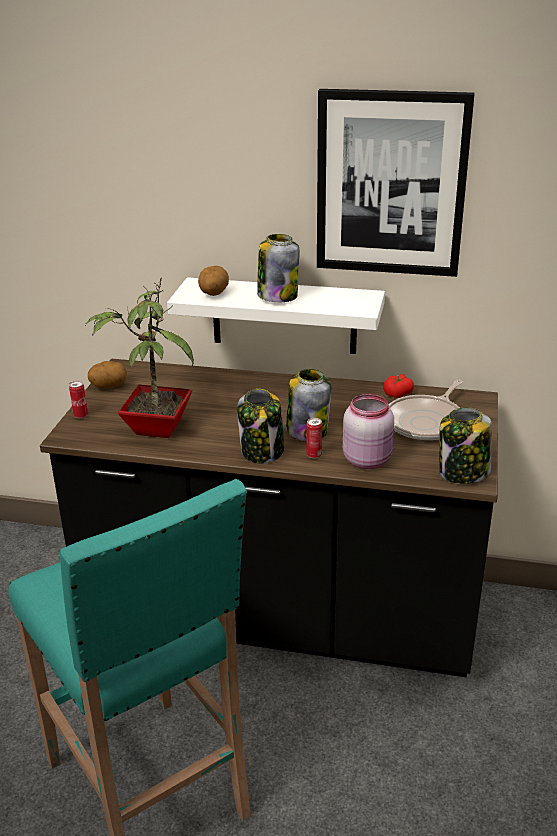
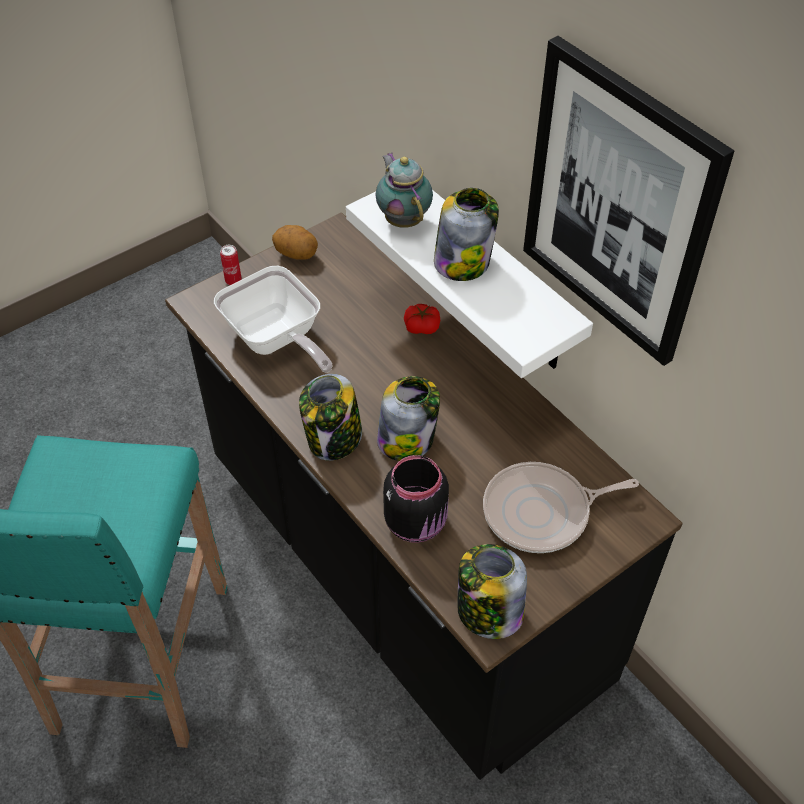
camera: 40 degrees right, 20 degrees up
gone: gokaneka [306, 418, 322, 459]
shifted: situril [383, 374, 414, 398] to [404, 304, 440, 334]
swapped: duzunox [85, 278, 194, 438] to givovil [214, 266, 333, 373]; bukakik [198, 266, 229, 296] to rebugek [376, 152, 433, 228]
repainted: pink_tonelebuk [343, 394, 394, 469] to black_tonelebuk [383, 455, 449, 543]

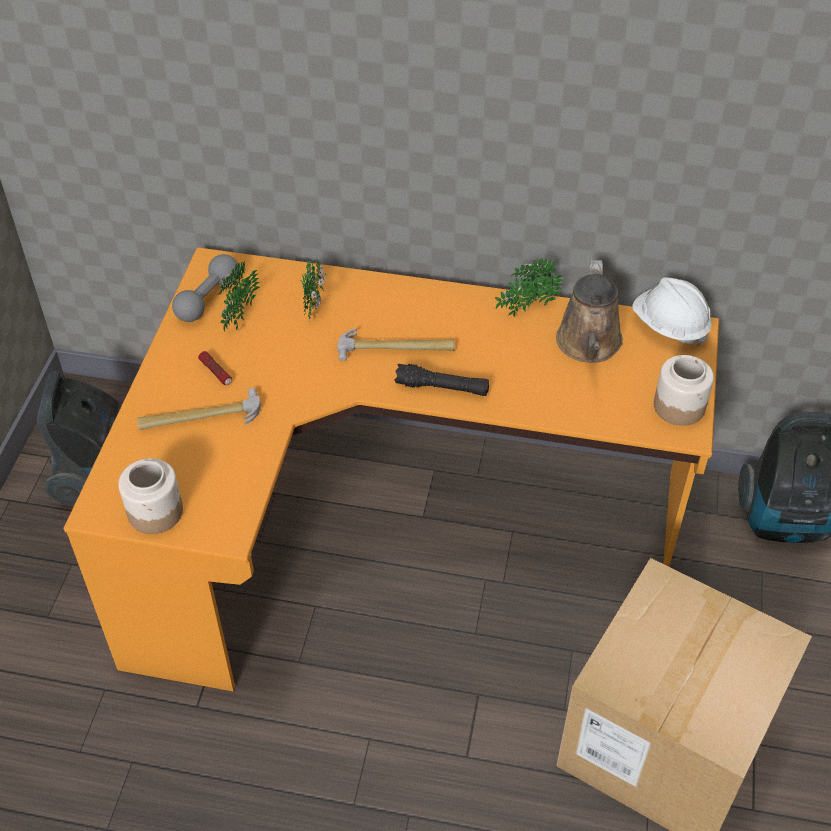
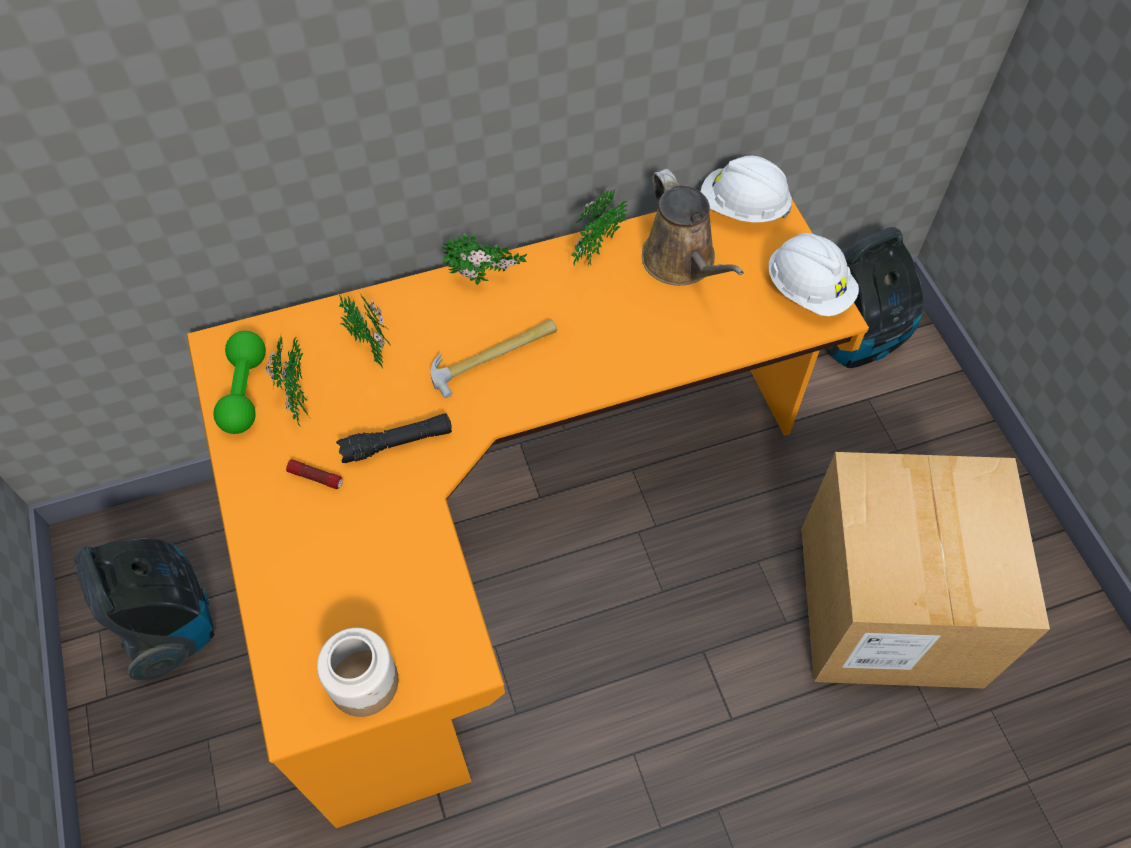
camera: 30 degrees left, 10 degrees up
gone: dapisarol [137, 388, 261, 430]
new: duzunox [443, 233, 527, 285]
shifted: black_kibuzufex [394, 364, 489, 396] to [336, 413, 452, 463]
swapped: tonelebuk [654, 355, 714, 426] to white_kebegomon [768, 233, 859, 316]
repainted: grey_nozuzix [172, 254, 240, 322] to green_nozuzix [213, 331, 266, 434]

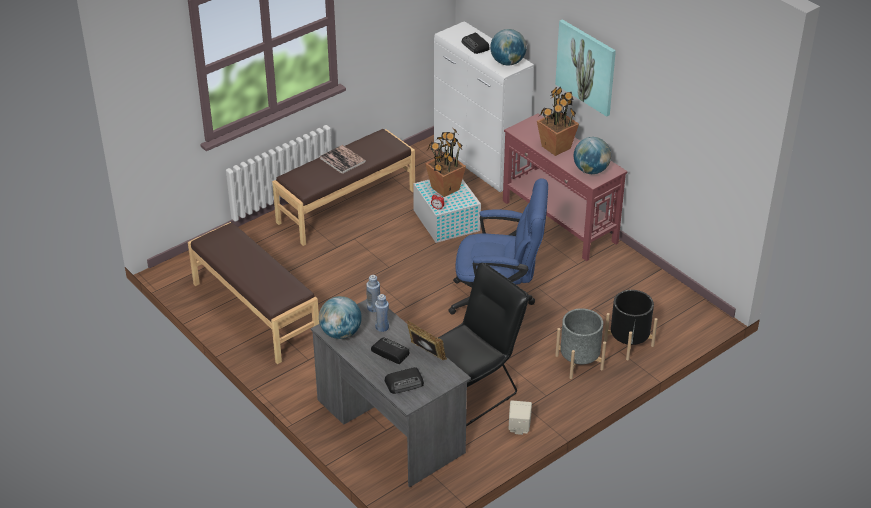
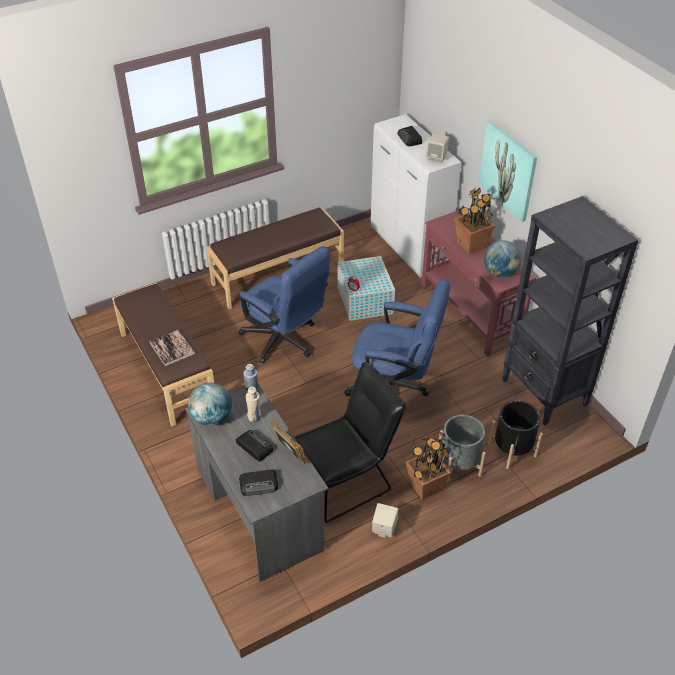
camera: 10 degrees right, 5 degrees up
new: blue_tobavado [239, 246, 331, 363]; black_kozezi [502, 196, 639, 425]
shifted: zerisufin [320, 145, 366, 174] to [149, 330, 195, 366]; duzunox [425, 129, 466, 197] to [406, 431, 451, 500]
swapped: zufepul [490, 29, 527, 66] to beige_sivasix [426, 133, 449, 163]
repainted: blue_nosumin [375, 294, 389, 332] to beige_nosumin [246, 387, 261, 422]

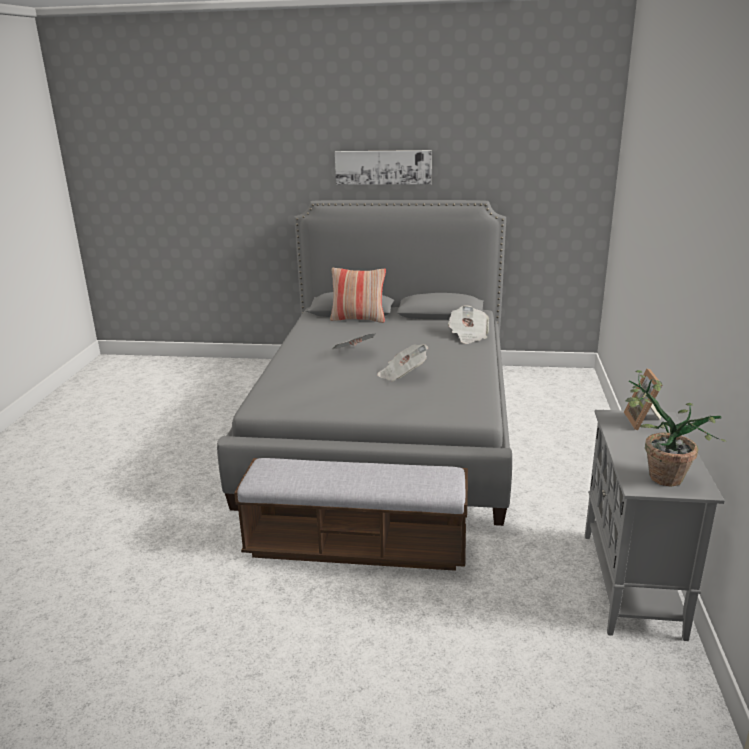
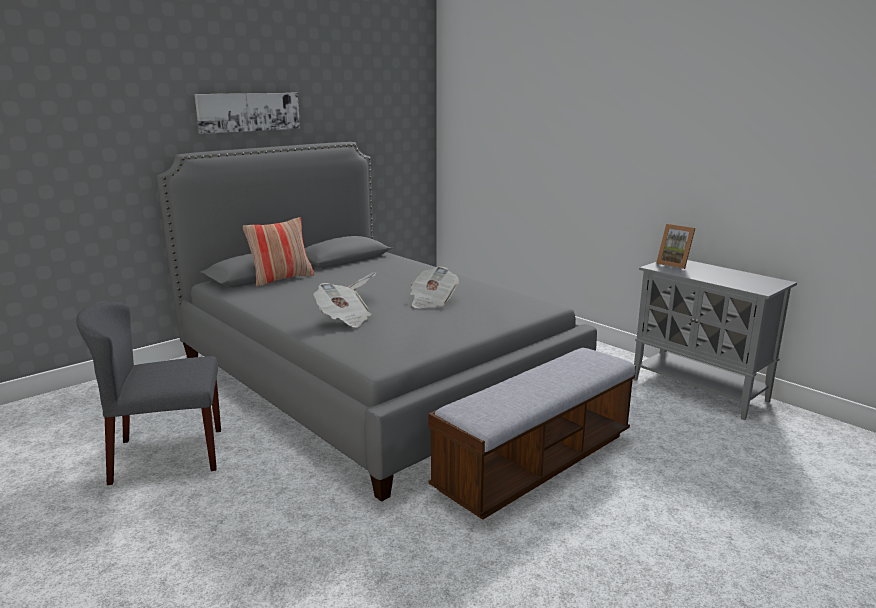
camera: 50 degrees left, 5 degrees down
gone: duzunox [626, 370, 727, 487]
new: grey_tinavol [76, 302, 221, 485]
shifted: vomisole [448, 305, 489, 344] to [314, 283, 371, 327]

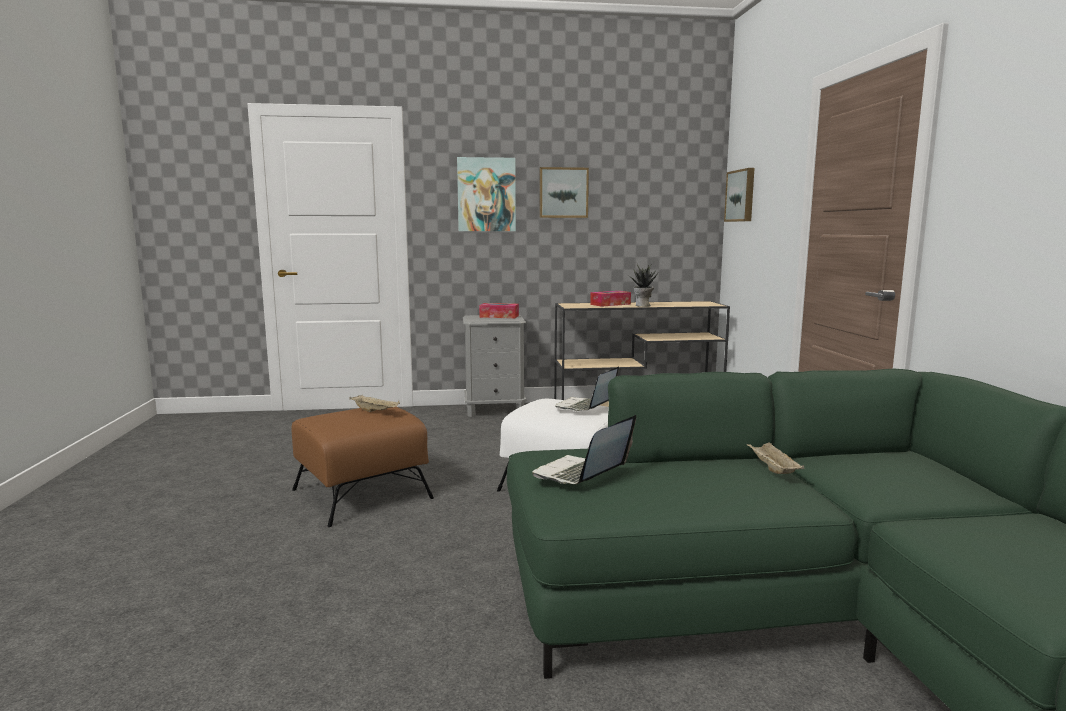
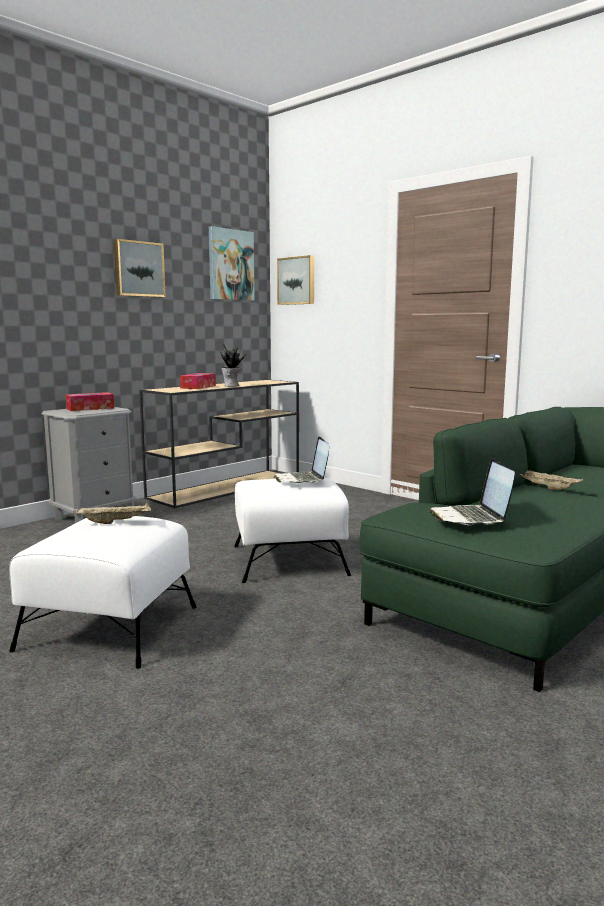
camera: 40 degrees left, 0 degrees up
shifted: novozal [457, 157, 516, 231] to [209, 226, 255, 301]
repainted: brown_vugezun [291, 407, 434, 527] to white_vugezun [9, 516, 197, 669]

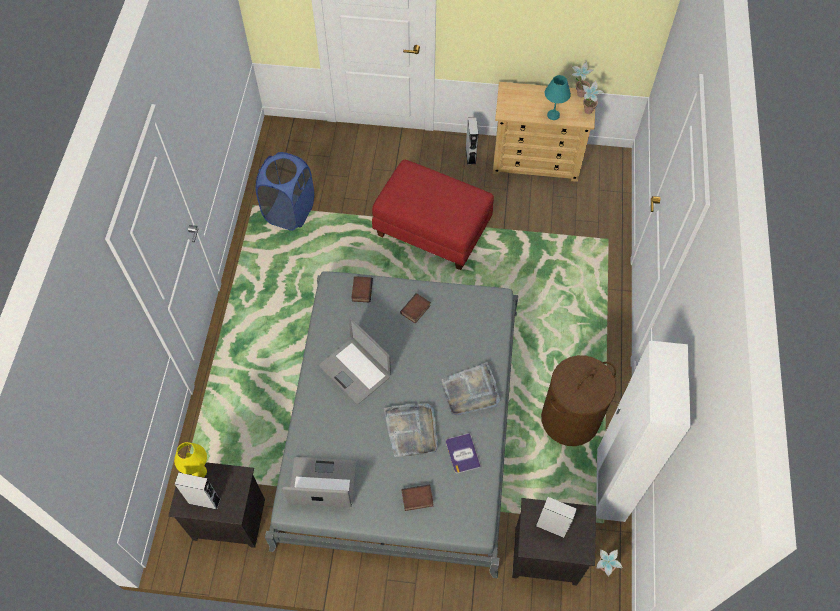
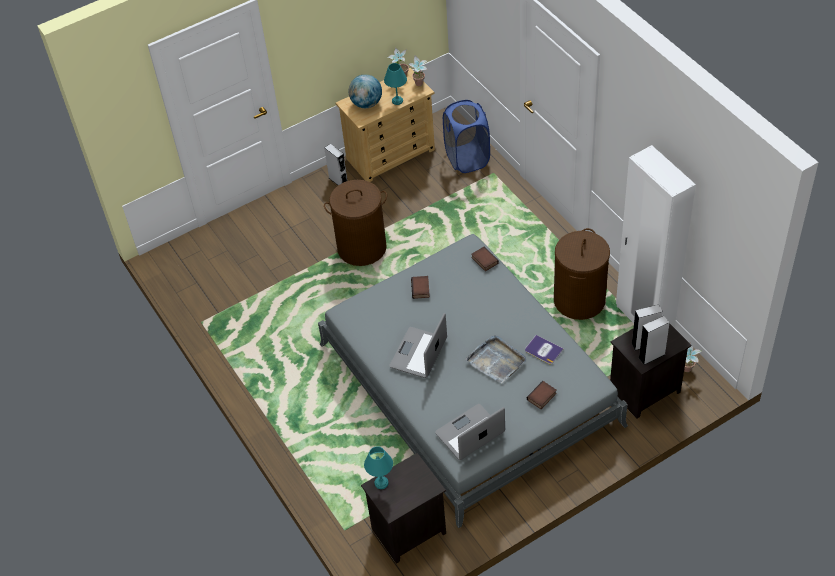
camera: 35 degrees left, 10 degrees down
gone: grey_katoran [441, 362, 500, 415]
new: zufepul [348, 74, 382, 108]
shifted: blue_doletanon [256, 152, 314, 231] to [443, 100, 490, 173]; zerisufin [351, 276, 373, 302] to [471, 247, 499, 271]; grey_sivasix [175, 473, 221, 510] to [639, 316, 670, 365]
swapped: red_vugezun [372, 160, 494, 270] to brown_doletanon [324, 180, 387, 266]
repainted: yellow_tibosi [174, 442, 207, 478] to turquoise_tibosi [364, 446, 393, 489]
rotated: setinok [319, 318, 391, 404] = [389, 313, 447, 378] 105 degrees clockwise

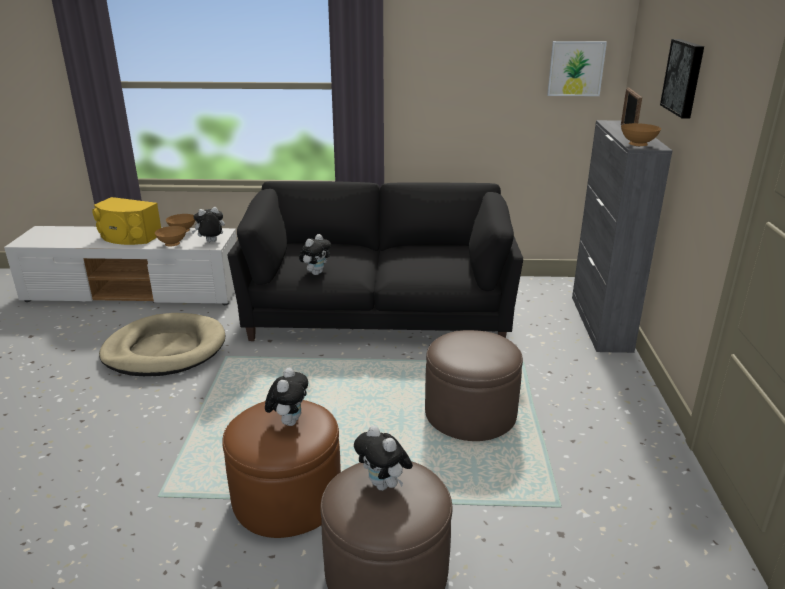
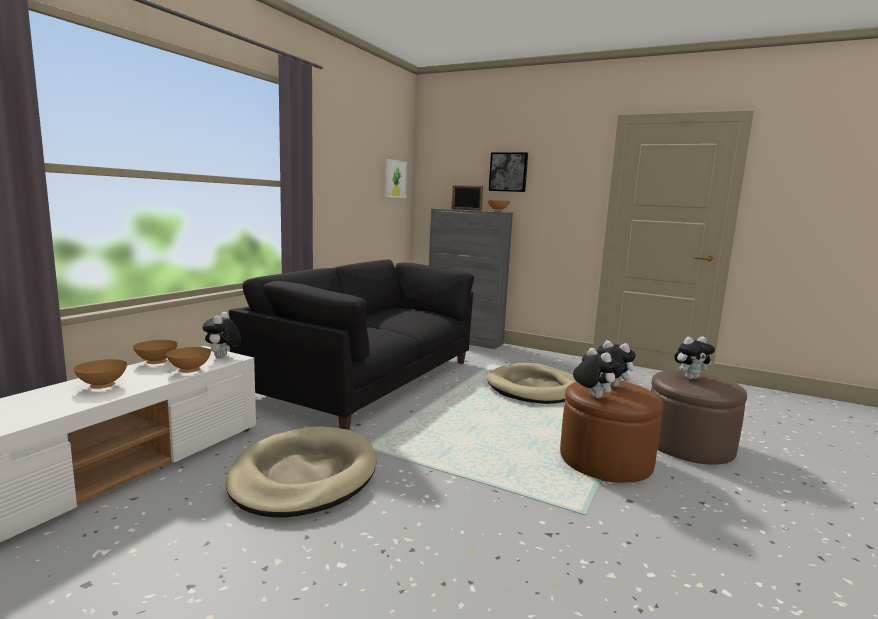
camera: 65 degrees left, 15 degrees down
shifted: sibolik [299, 234, 331, 275] to [573, 348, 620, 398]
swapped: yellow_sivasix [92, 197, 161, 245] to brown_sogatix [73, 359, 127, 389]; brown_vugezun [425, 330, 523, 441] to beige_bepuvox [487, 363, 576, 404]

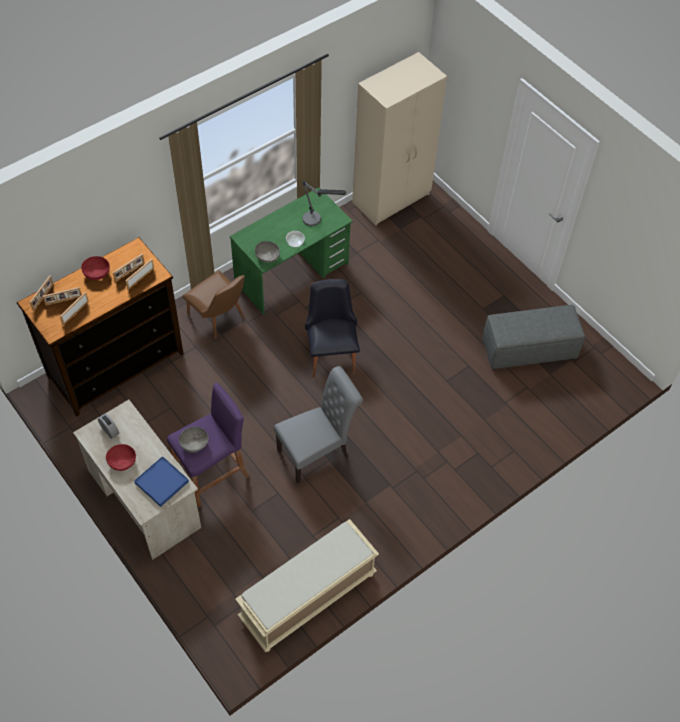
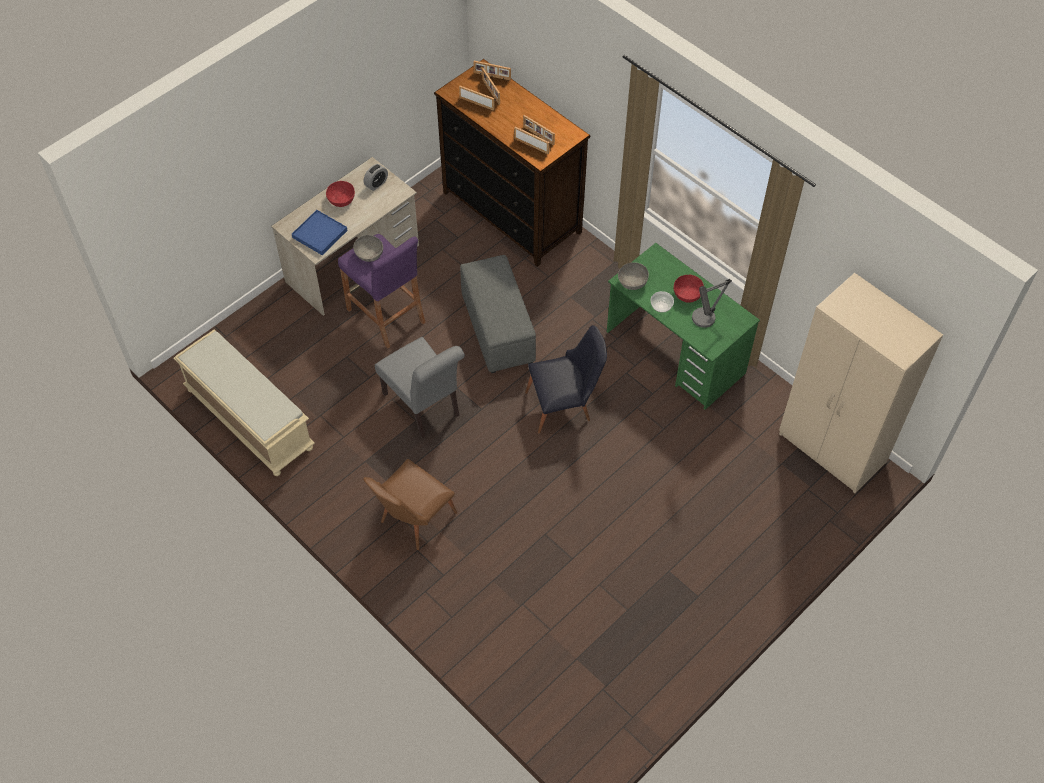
camera: 85 degrees right, 0 degrees up
shifted: brown_tinavol [182, 270, 245, 339] to [363, 459, 457, 550]; grey_vugezun [483, 305, 585, 370] to [460, 255, 536, 373]; red_sogatix [81, 256, 110, 280] to [674, 275, 704, 303]

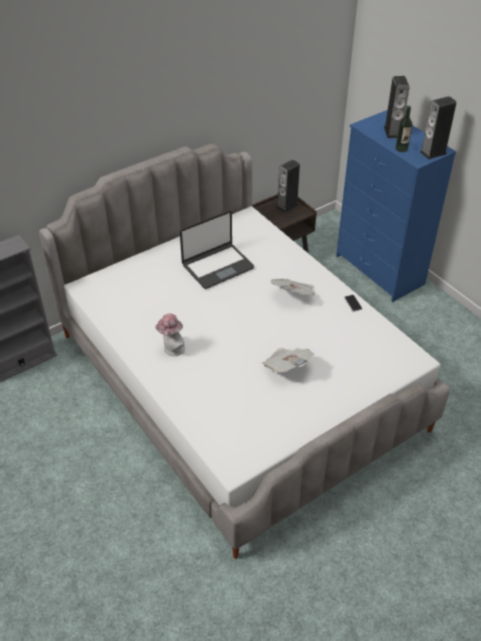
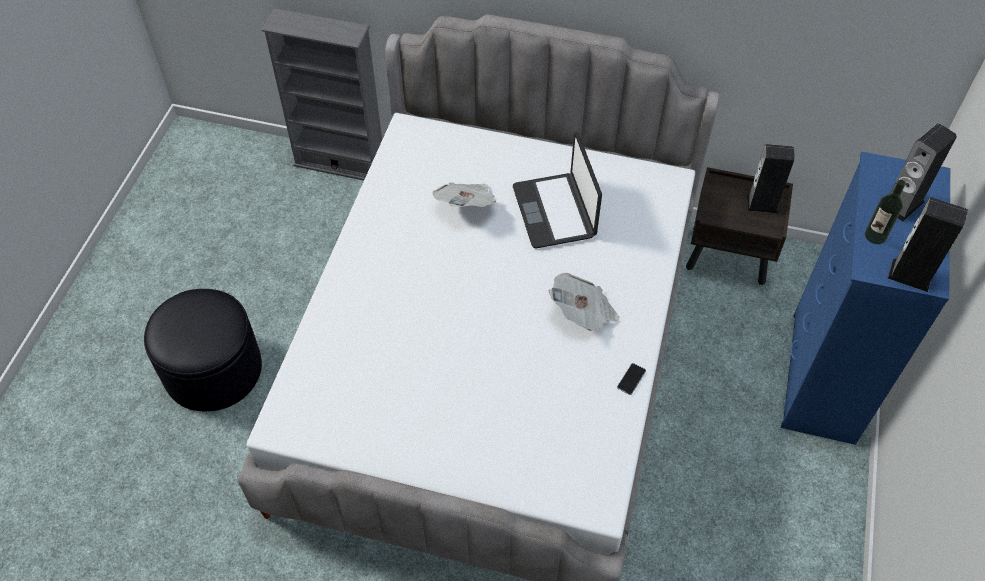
camera: 50 degrees right, 10 degrees up
gone: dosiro [155, 314, 185, 356]
new: black_vugezun [144, 289, 262, 411]
shifted: vomisole [262, 348, 314, 372] to [432, 182, 496, 207]
rotated: setinok [180, 210, 254, 289] = [513, 132, 602, 248] 60 degrees clockwise

